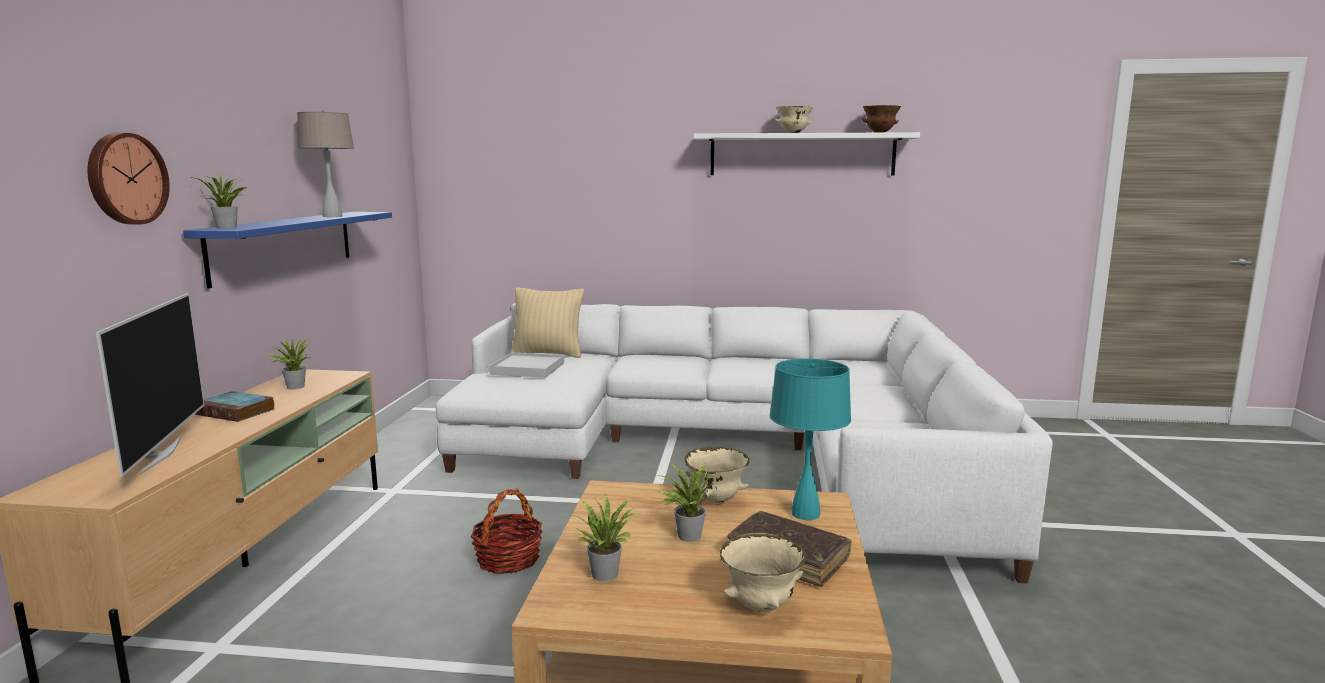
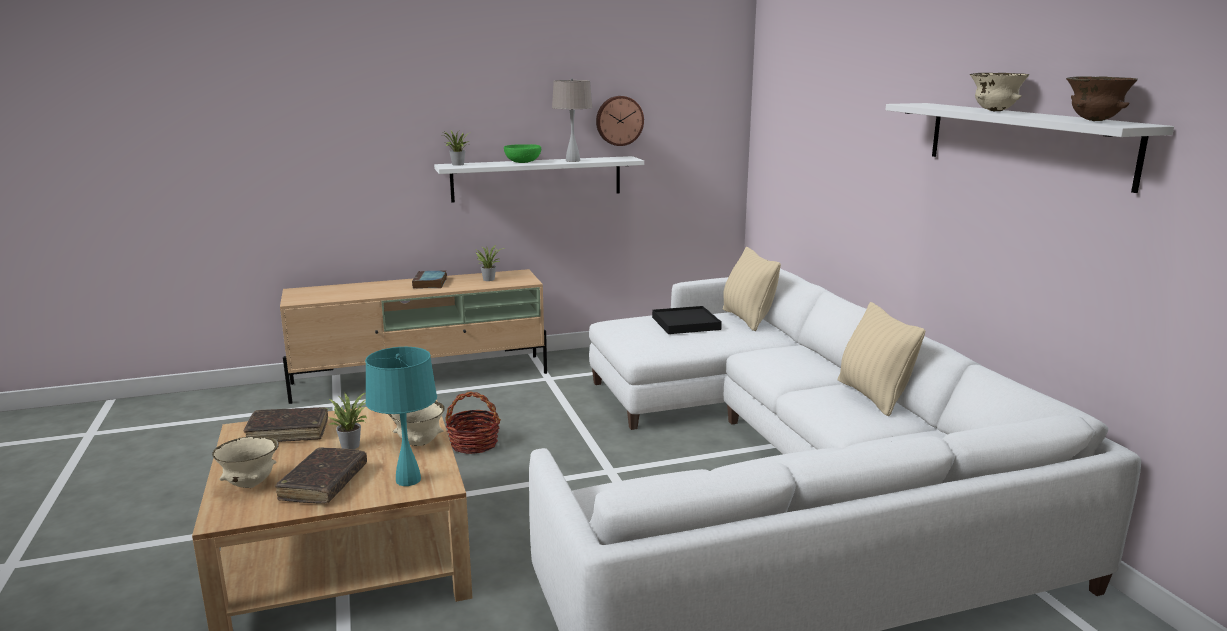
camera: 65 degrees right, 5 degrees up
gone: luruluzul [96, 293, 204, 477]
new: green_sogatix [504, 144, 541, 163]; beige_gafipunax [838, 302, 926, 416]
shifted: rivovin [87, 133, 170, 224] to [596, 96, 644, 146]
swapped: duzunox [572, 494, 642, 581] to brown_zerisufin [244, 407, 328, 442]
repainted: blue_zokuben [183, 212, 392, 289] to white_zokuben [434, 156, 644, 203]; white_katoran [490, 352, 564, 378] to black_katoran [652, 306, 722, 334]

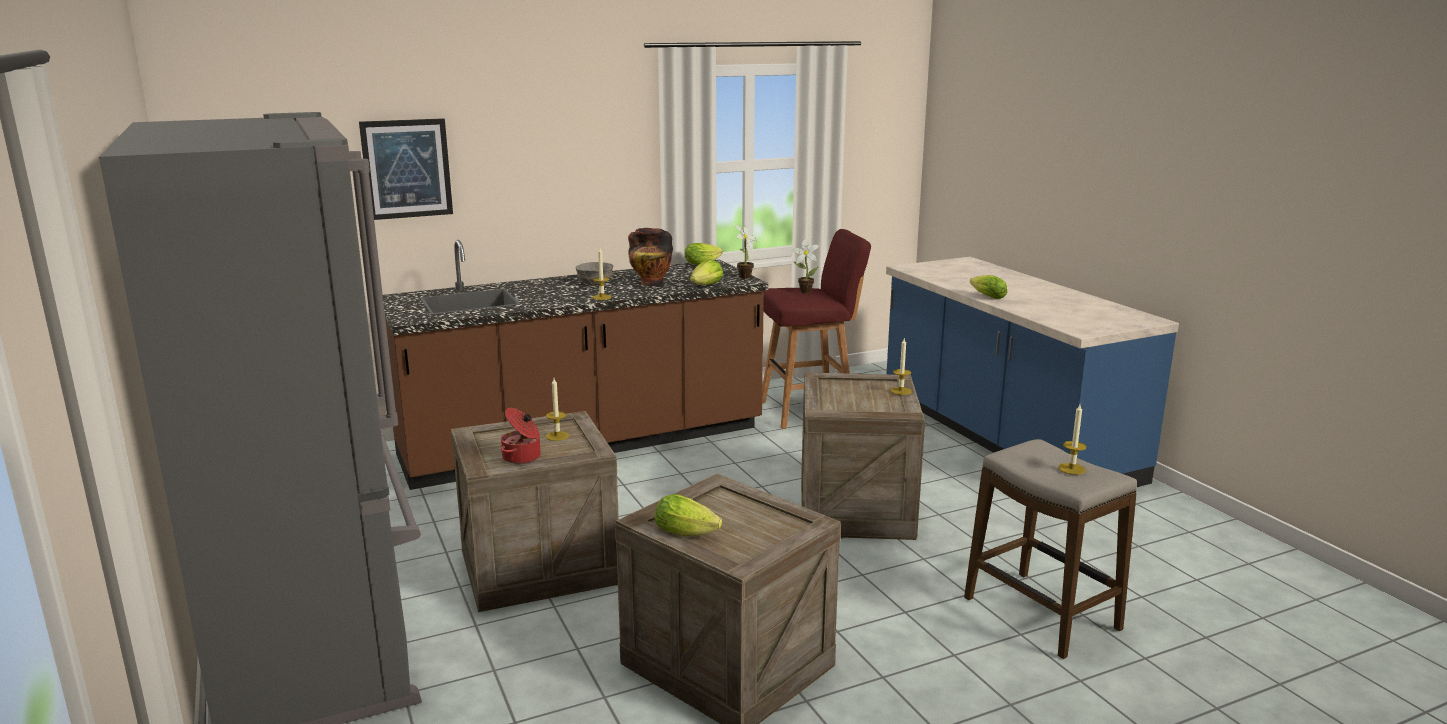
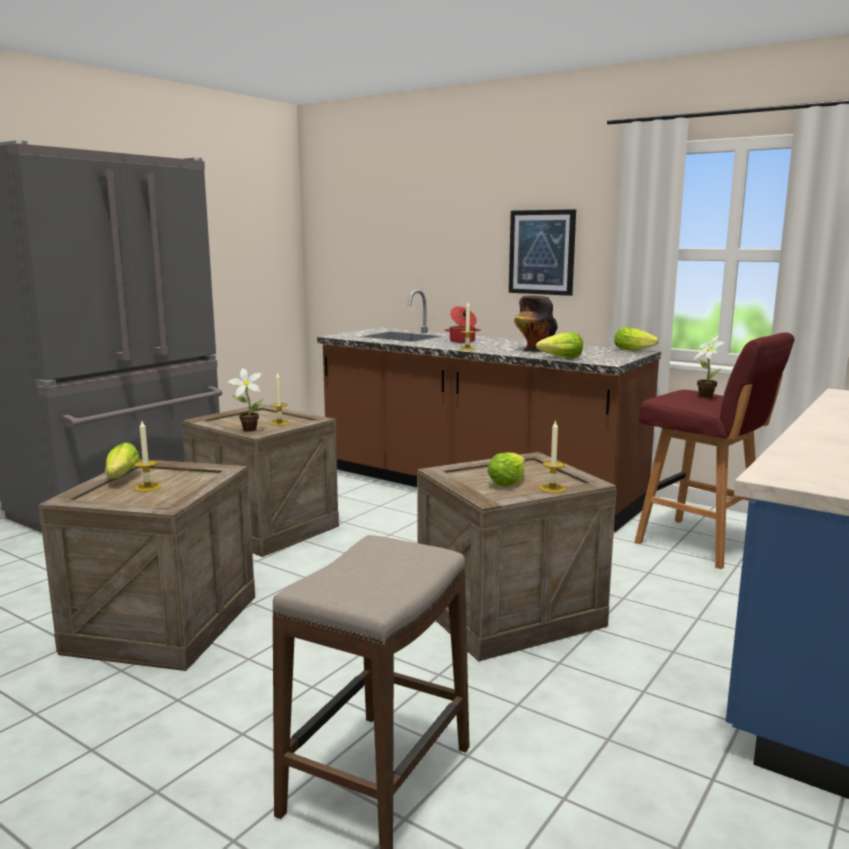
camera: 60 degrees right, 5 degrees down
gone: grey_sogatix [575, 262, 613, 286]
shifted: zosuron [1058, 404, 1087, 475] to [134, 421, 162, 492]; duzunox [734, 224, 757, 279] to [228, 368, 263, 432]; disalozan [501, 408, 541, 464] to [445, 306, 481, 343]; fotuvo [970, 275, 1007, 299] to [488, 452, 525, 487]; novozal [359, 118, 453, 220] to [509, 209, 576, 296]

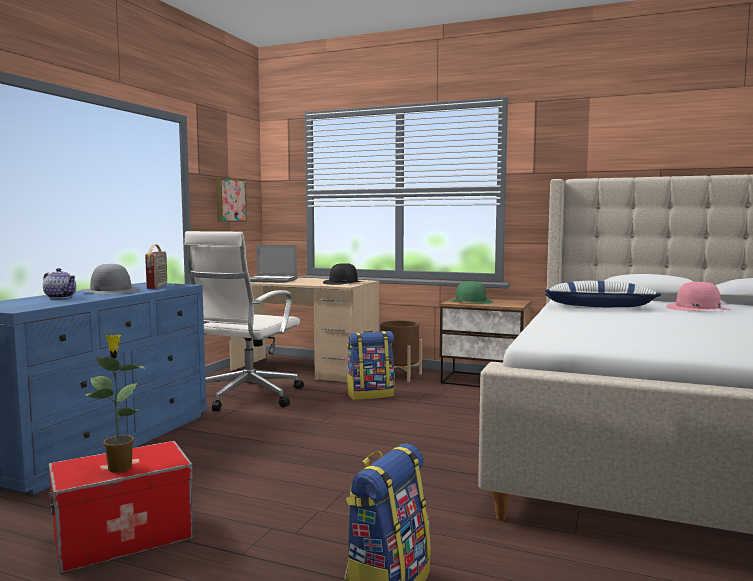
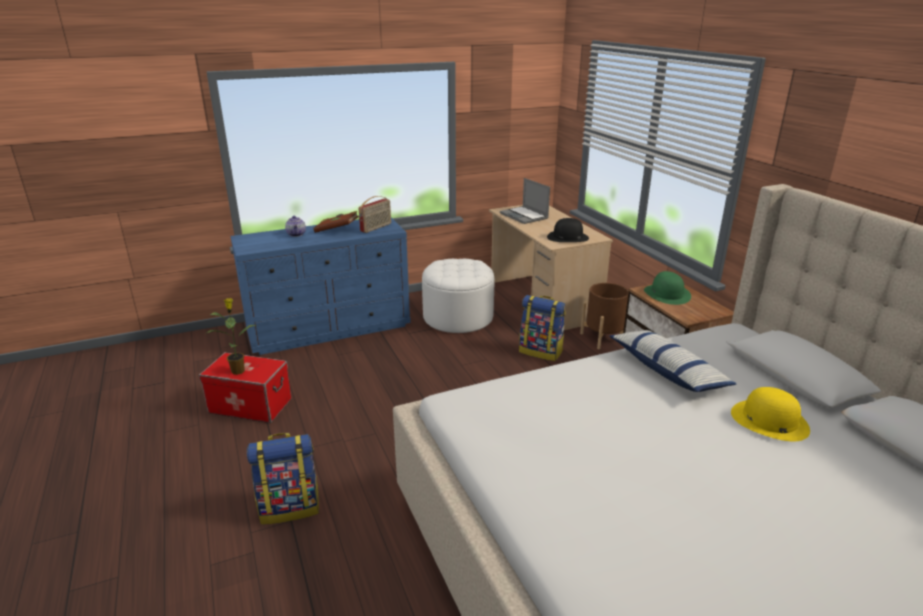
camera: 45 degrees right, 20 degrees up
gone: novozal [216, 177, 247, 222]
swapped: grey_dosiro [81, 264, 141, 294] to brown_zerisufin [313, 211, 359, 233]; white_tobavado [184, 231, 304, 411] to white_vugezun [422, 259, 494, 333]
repainted: pink_dosiro [666, 282, 730, 311] to yellow_dosiro [731, 387, 810, 442]

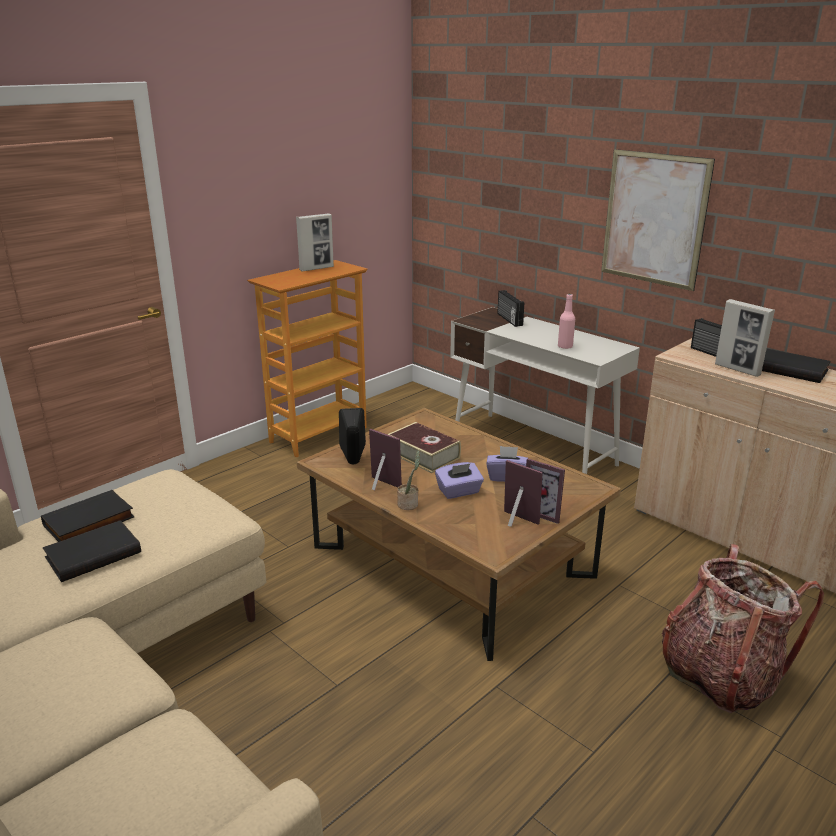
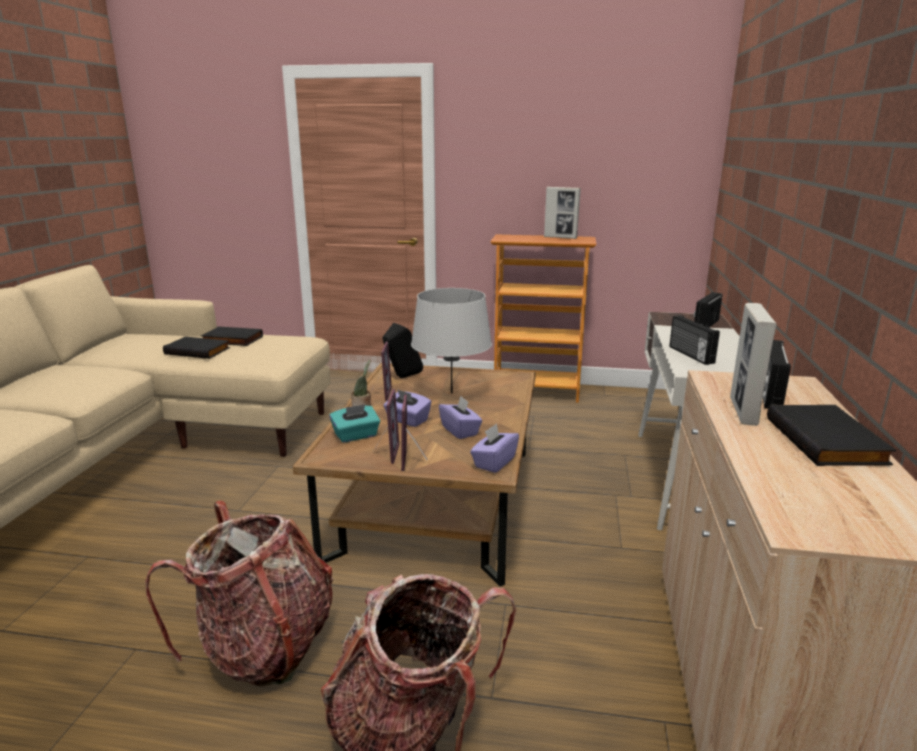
camera: 55 degrees right, 5 degrees down
gone: novozal [601, 149, 715, 291]
new: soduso [145, 500, 334, 687]; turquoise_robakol [329, 404, 380, 443]; purple_robakol [470, 423, 519, 473]
swapped: zerisufin [387, 422, 461, 473] to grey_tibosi [411, 288, 492, 394]; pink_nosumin [558, 294, 575, 349] to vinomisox [669, 316, 720, 365]

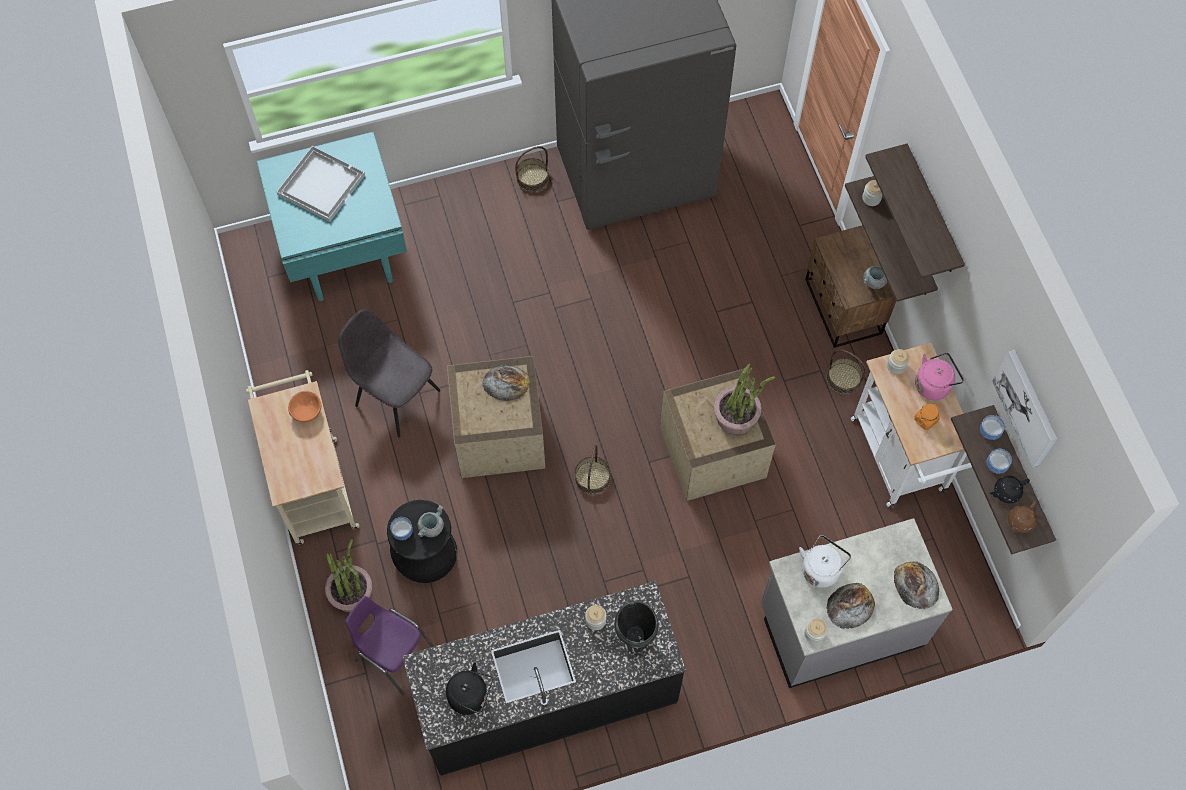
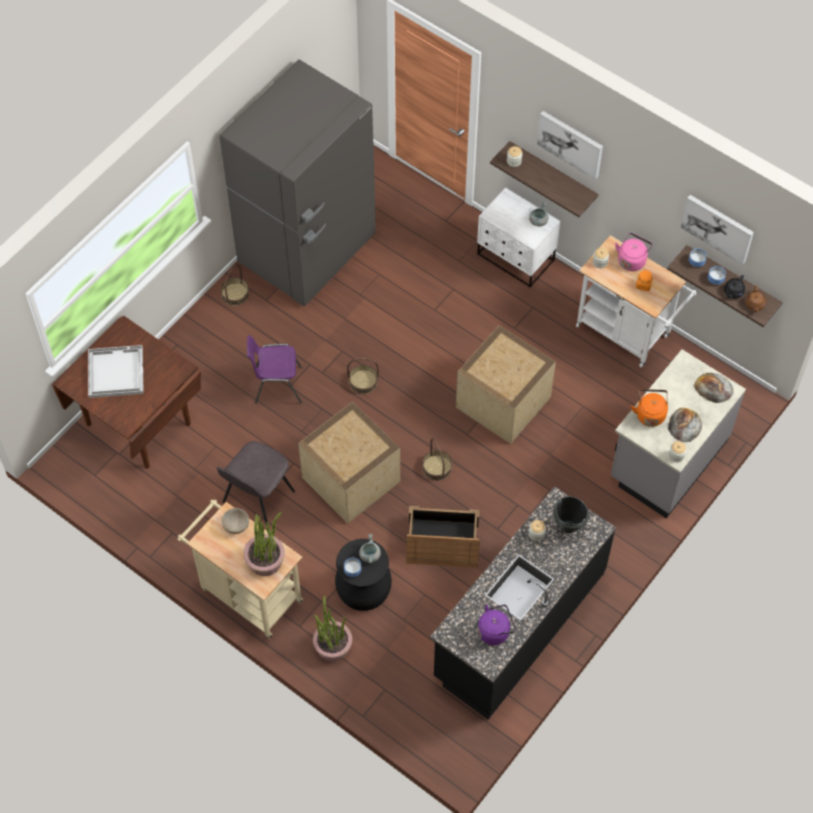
camera: 35 degrees left, 5 degrees down
gone: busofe [483, 365, 530, 401]
new: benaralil [406, 506, 480, 568]
shifted: duzunox [714, 364, 775, 434] to [244, 512, 285, 576]; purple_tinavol [345, 596, 434, 695] to [247, 335, 302, 404]; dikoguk [826, 350, 866, 394] to [347, 358, 379, 394]
swapped: zokuben [865, 144, 965, 278] to novozal [537, 111, 603, 180]
repainted: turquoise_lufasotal [257, 132, 407, 301] to brown_lufasotal [52, 316, 201, 469]; orange_sogatix [288, 391, 321, 422] to beige_sogatix [222, 508, 249, 534]; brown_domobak [805, 226, 896, 348] to white_domobak [477, 188, 560, 287]; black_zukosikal [446, 662, 493, 715] to purple_zukosikal [478, 604, 516, 645]; white_zukosikal [799, 535, 851, 588] to orange_zukosikal [631, 389, 668, 427]
rotated: grey_tinavol [338, 309, 440, 437] = [217, 441, 295, 524] 60 degrees counterclockwise

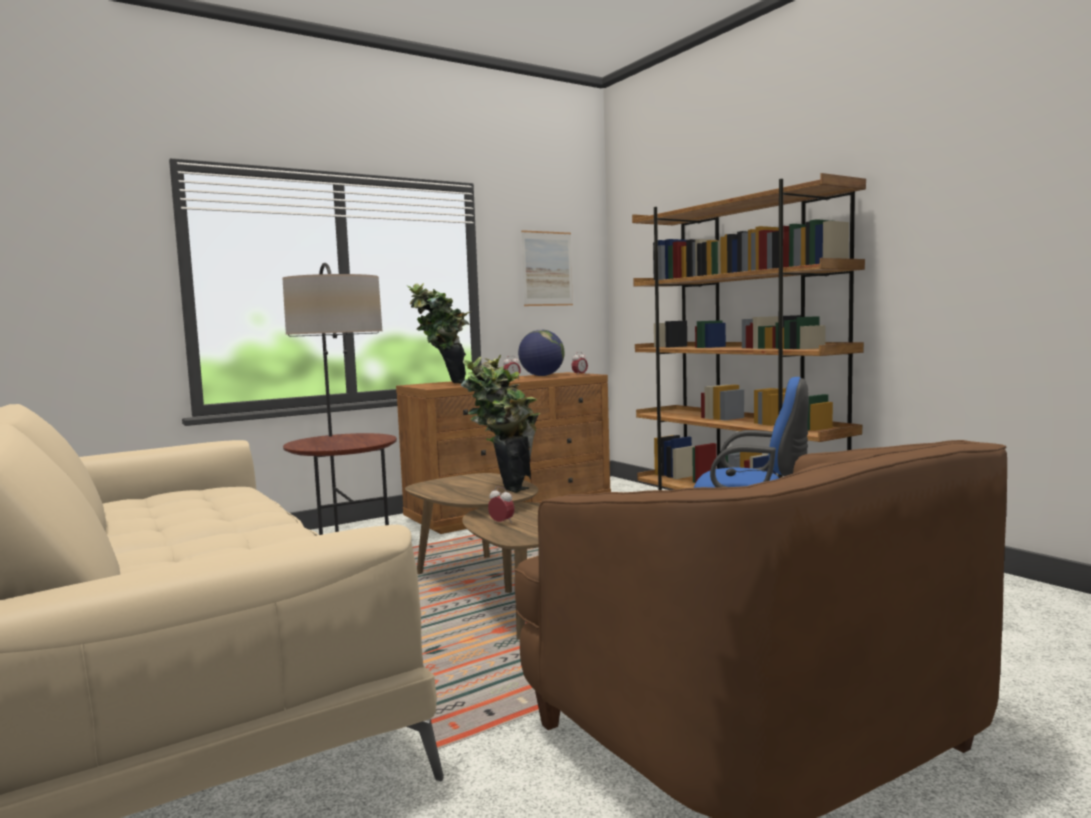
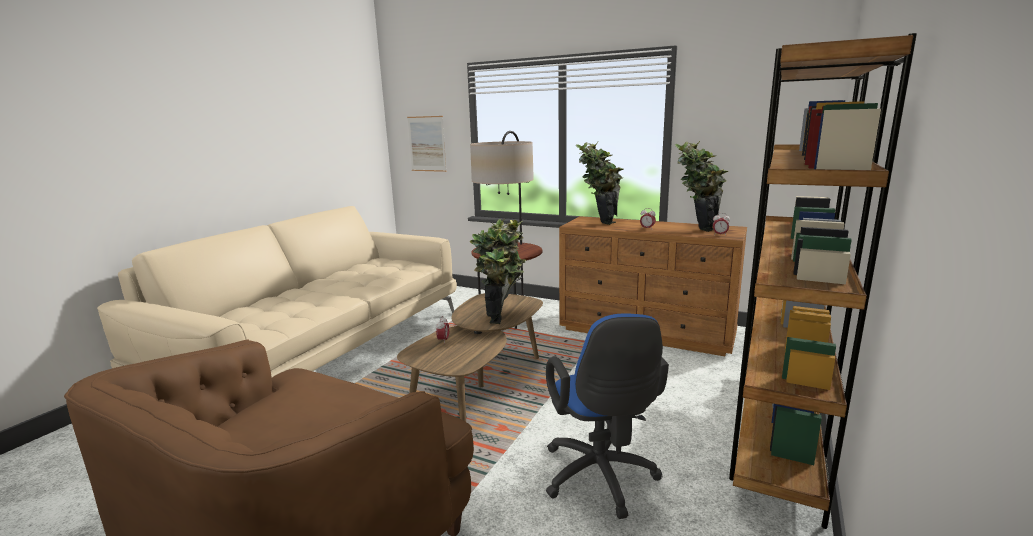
camera: 60 degrees right, 10 degrees up
shifted: novozal [521, 230, 573, 306] to [407, 116, 447, 172]
swapped: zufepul [518, 330, 565, 376] to duzunox [675, 141, 729, 232]

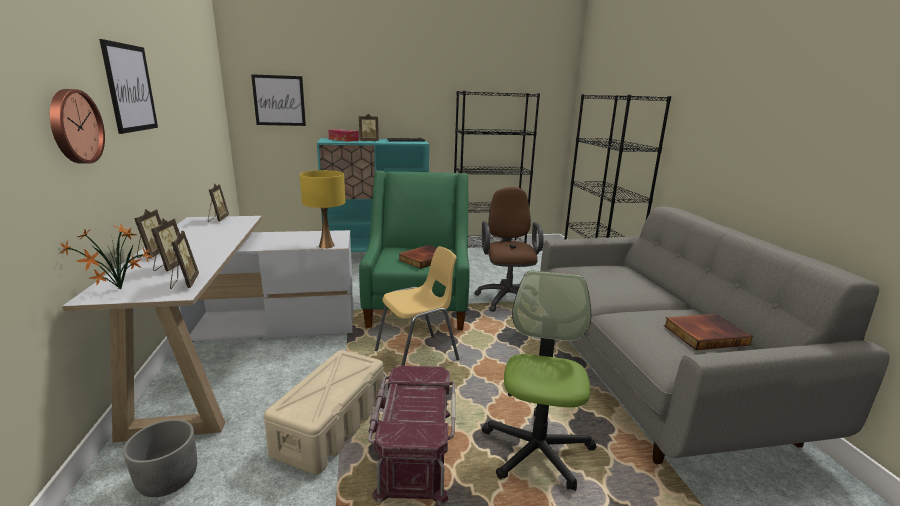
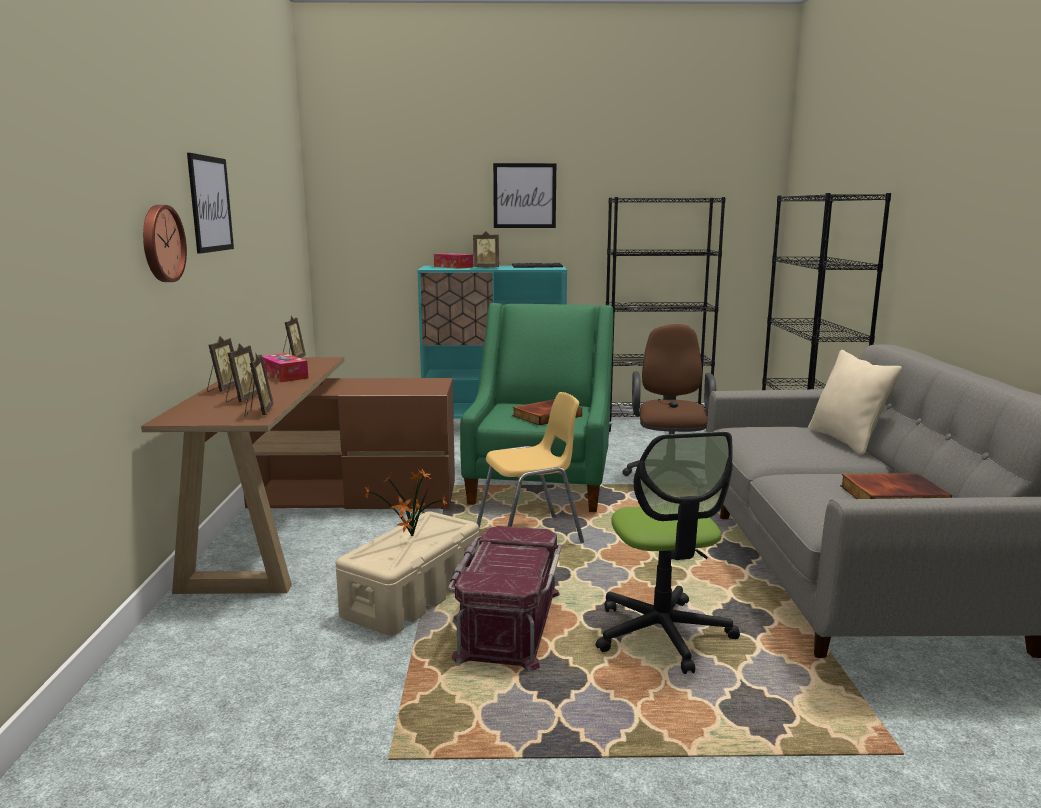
camera: 10 degrees right, 5 degrees down
gone: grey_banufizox [123, 419, 197, 497]; yellow_tibosi [300, 170, 345, 249]
new: robakol [262, 353, 308, 382]; beige_gafipunax [808, 350, 902, 455]
shifted: duzunox [60, 224, 153, 290] to [364, 469, 448, 536]; novozal [251, 74, 306, 126] to [493, 163, 556, 228]
repainted: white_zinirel [62, 216, 353, 442] to brown_zinirel [141, 357, 455, 594]
rotated: tobavado [482, 271, 596, 491] = [596, 432, 740, 674] 150 degrees clockwise

